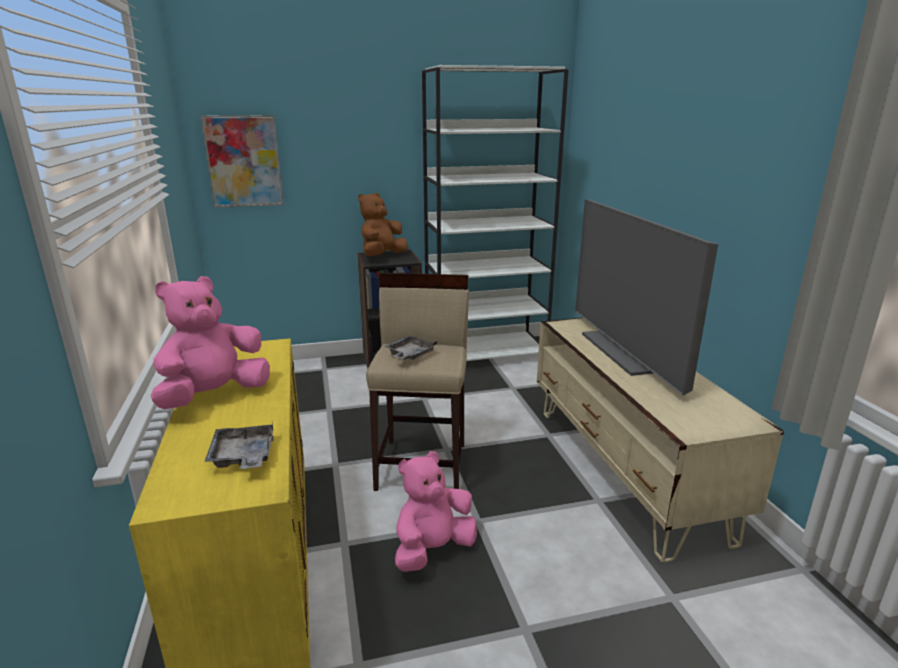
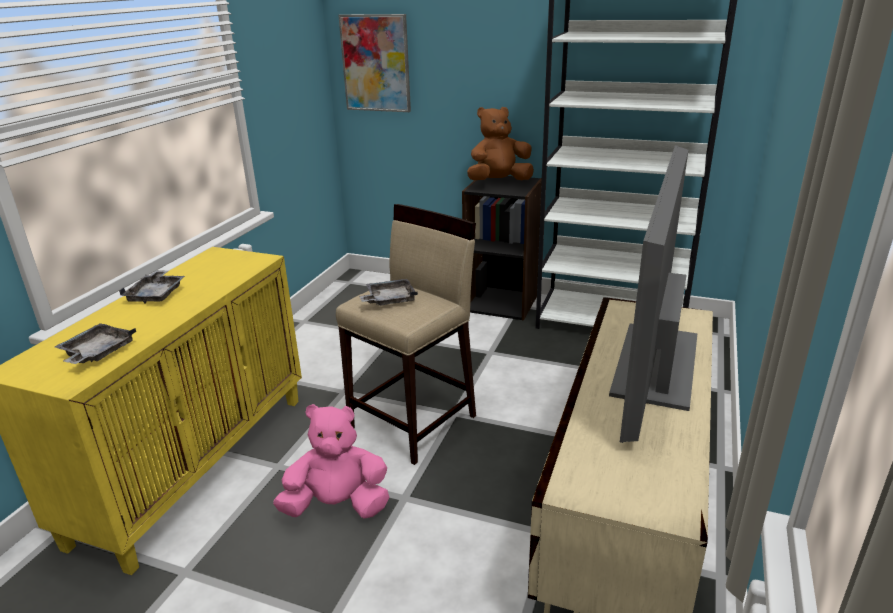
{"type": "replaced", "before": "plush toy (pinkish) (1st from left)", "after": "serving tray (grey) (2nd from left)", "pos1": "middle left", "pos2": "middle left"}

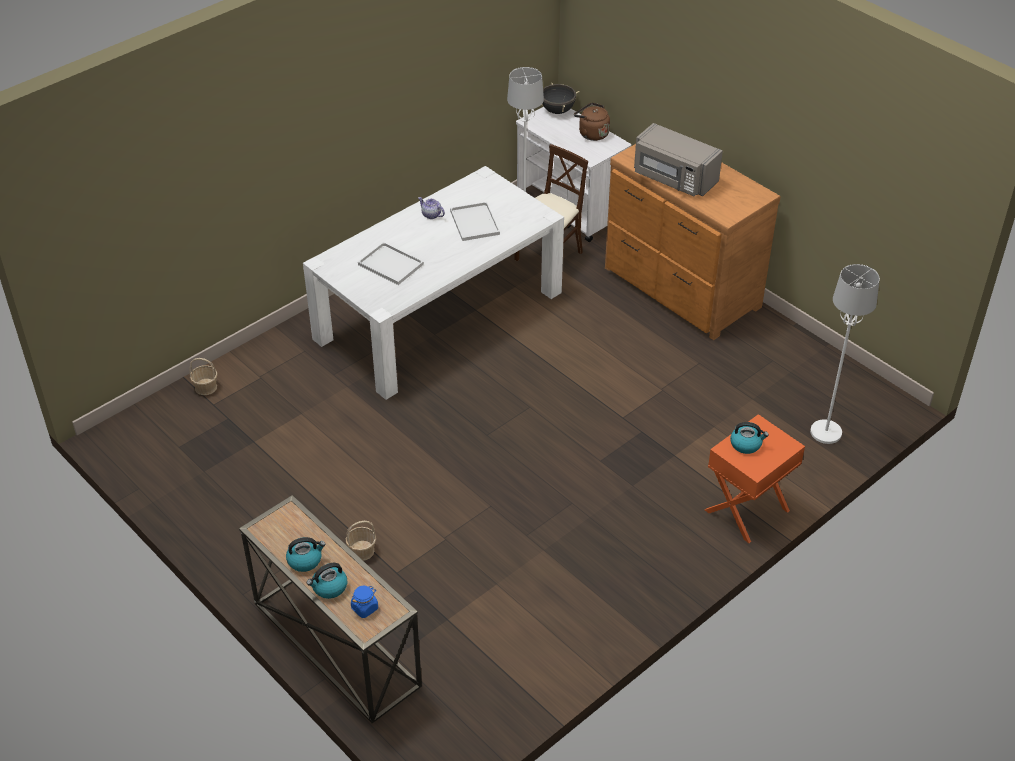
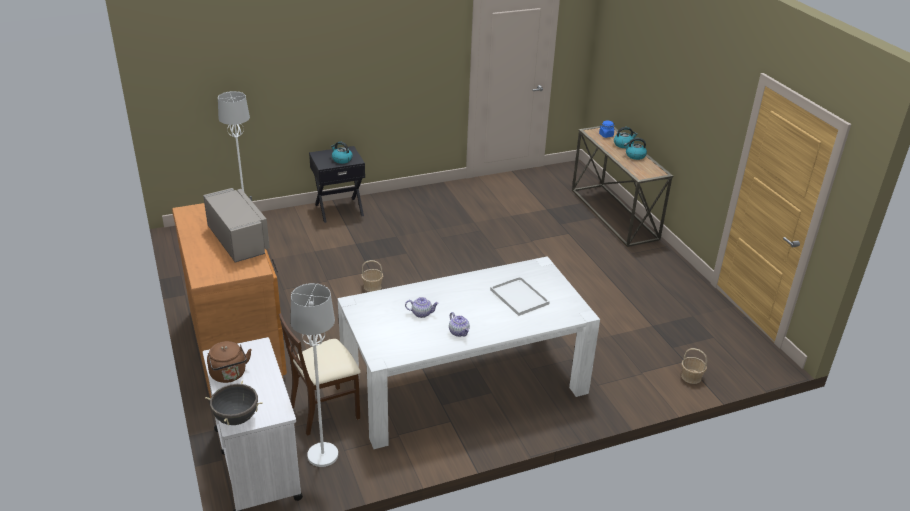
{"type": "replaced", "before": "serving tray (white) (2nd from left)", "after": "pot for tea (1st from left)", "pos1": "top centre", "pos2": "centre"}
{"type": "recoloured", "before": "night table (orange-coloured)", "after": "night table (black-coloured)", "pos1": "middle right", "pos2": "centre"}
{"type": "moved", "before": "basket (2nd from left in the first image)", "after": "basket (1st from left)", "pos1": "bottom centre", "pos2": "centre"}

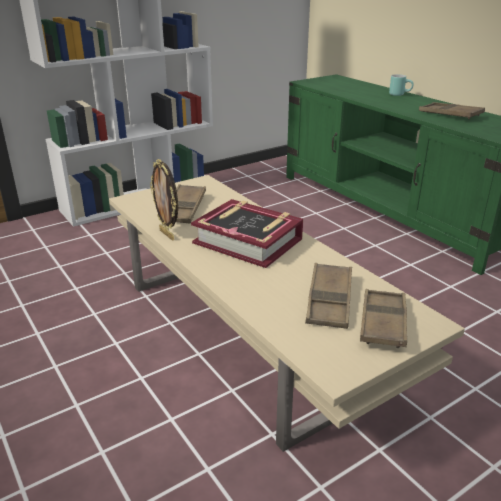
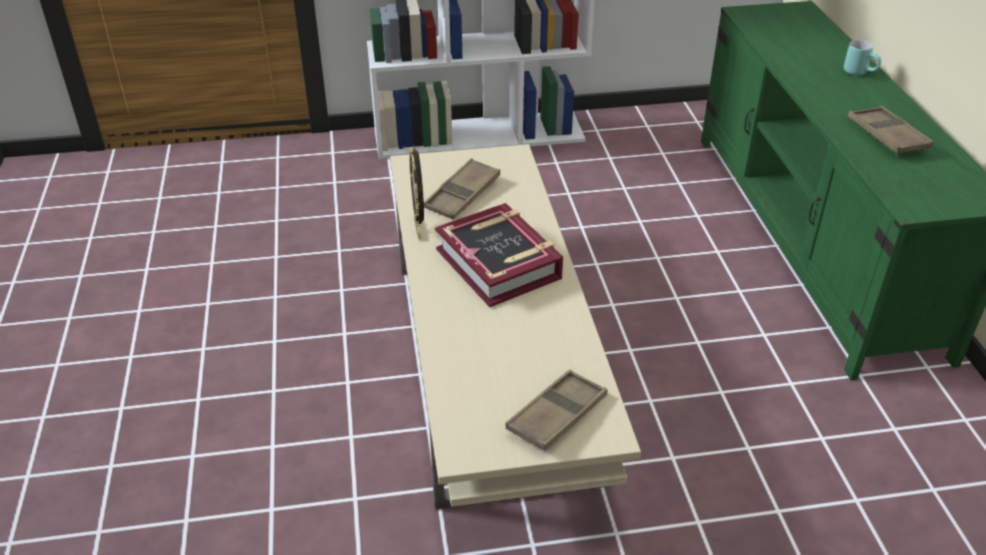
{"type": "removed", "before": "serving tray (brown) (2nd from left)", "pos1": "centre"}

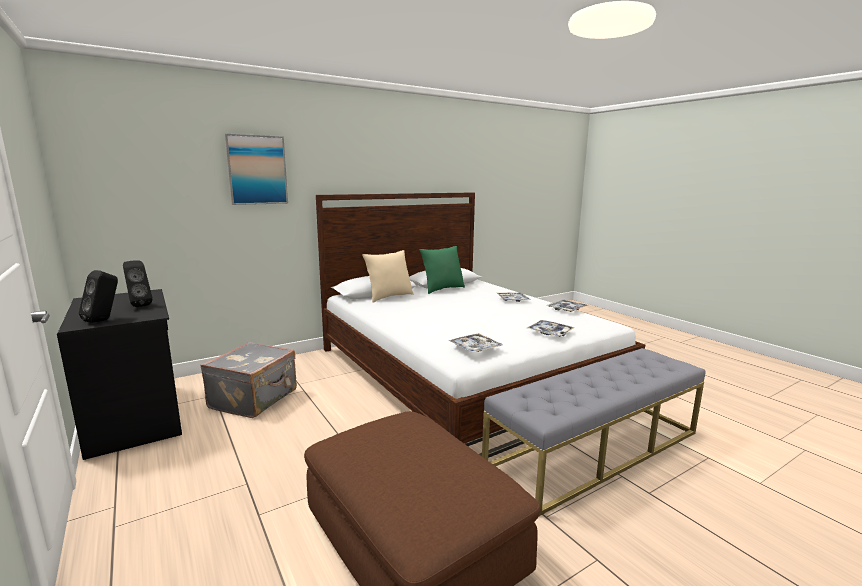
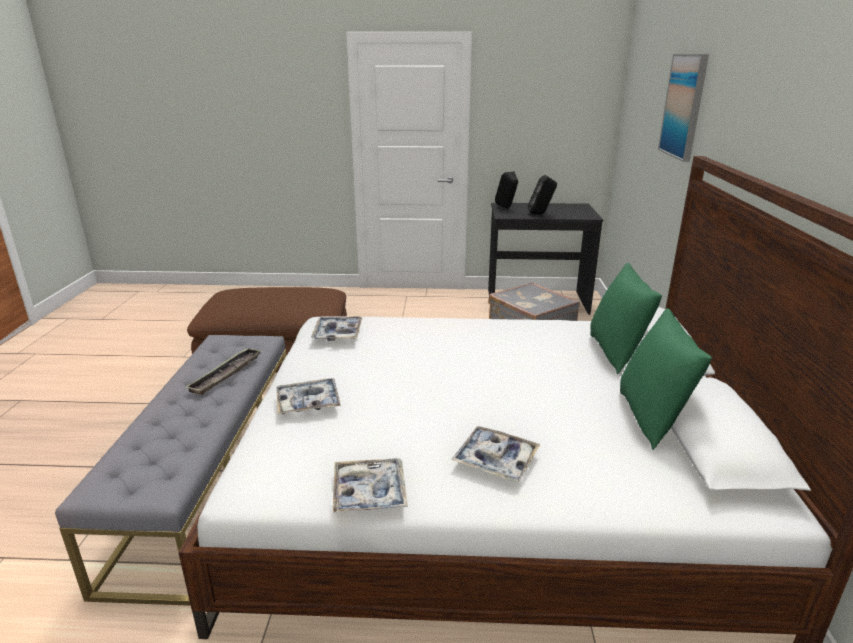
{"type": "recoloured", "before": "pillow (beige)", "after": "pillow (green-coloured) (1st from left)", "pos1": "centre", "pos2": "middle right"}
{"type": "added", "after": "serving tray (1st from left)", "pos2": "middle left"}

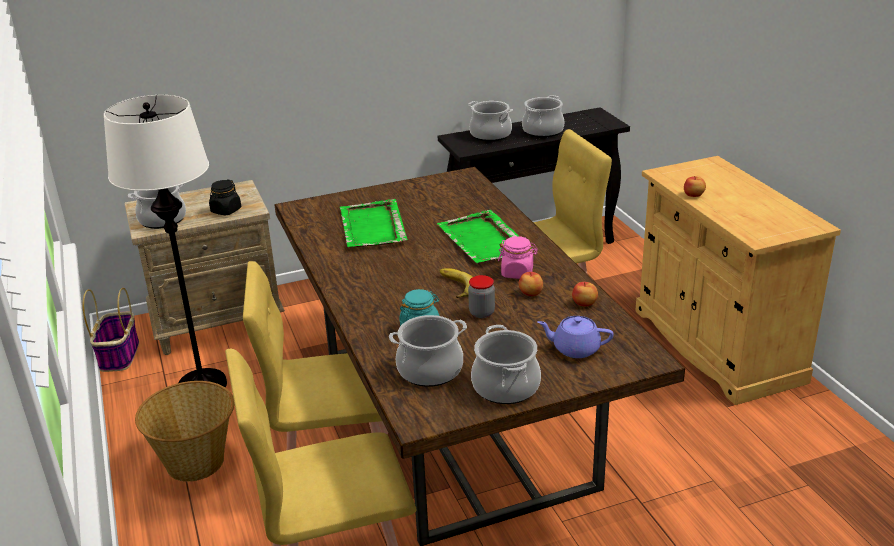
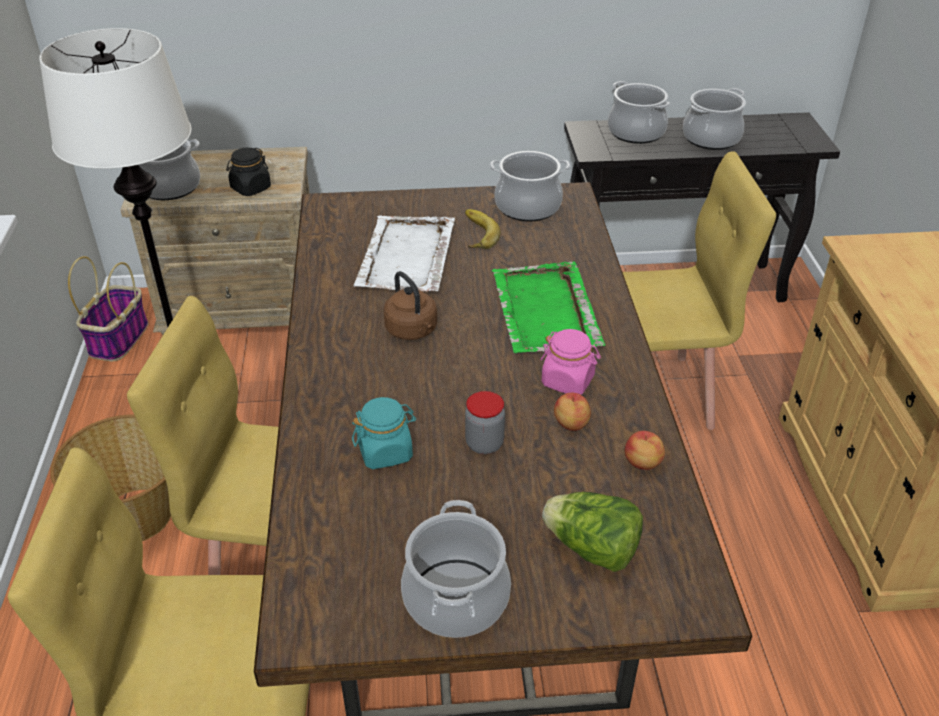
{"type": "removed", "before": "apple (3rd from left)", "pos1": "middle right"}
{"type": "recoloured", "before": "serving tray (green-coloured) (1st from left)", "after": "serving tray (white)", "pos1": "centre", "pos2": "centre"}
{"type": "moved", "before": "whole banana", "pos1": "centre", "pos2": "top centre"}
{"type": "moved", "before": "stockpot (2nd from left in the first image)", "after": "stockpot (3rd from left)", "pos1": "centre", "pos2": "top centre"}
{"type": "replaced", "before": "pot for tea (purple-coloured)", "after": "lettuce head", "pos1": "centre", "pos2": "bottom centre"}
{"type": "added", "after": "kettle (brown)", "pos2": "centre"}

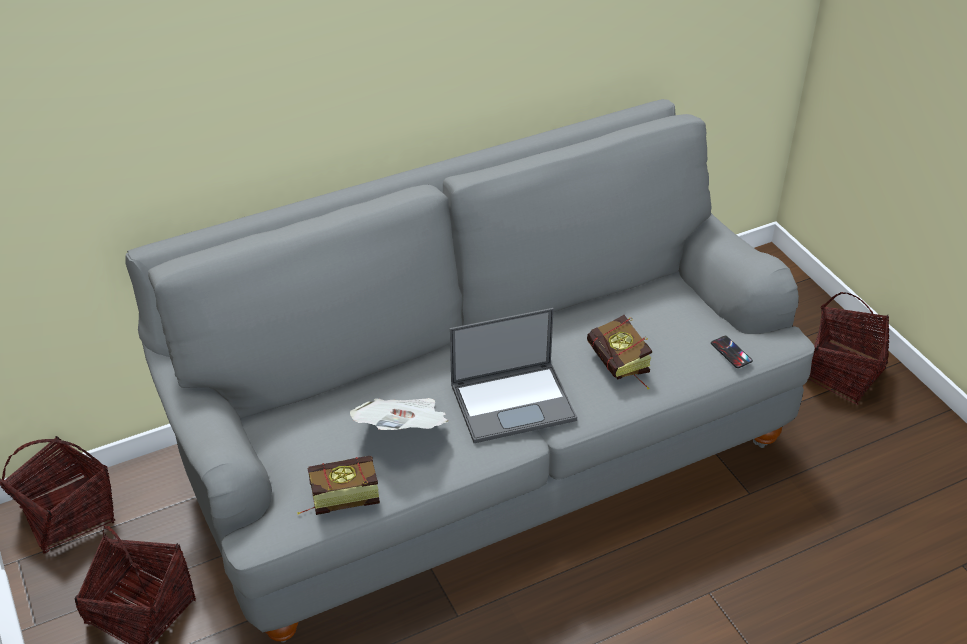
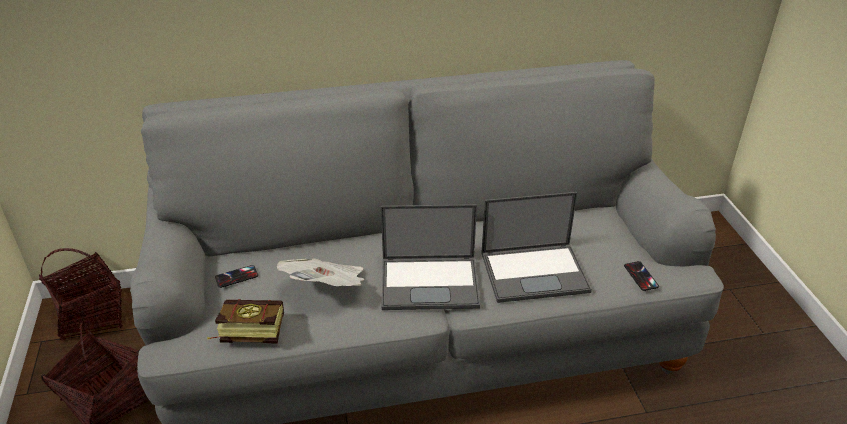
{"type": "removed", "before": "basket (3rd from left)", "pos1": "middle right"}
{"type": "replaced", "before": "bound book (2nd from left)", "after": "notebook computer (2nd from left)", "pos1": "centre", "pos2": "centre"}
{"type": "added", "after": "phone (1st from left)", "pos2": "middle left"}

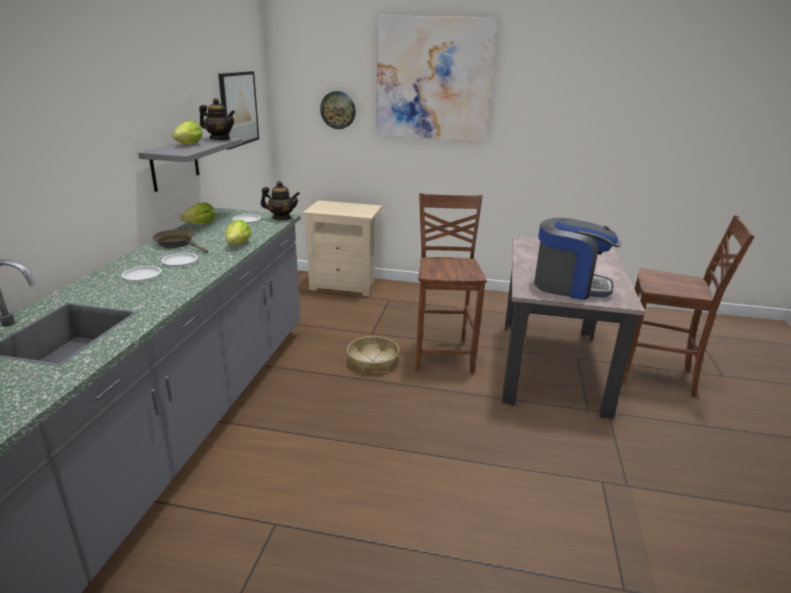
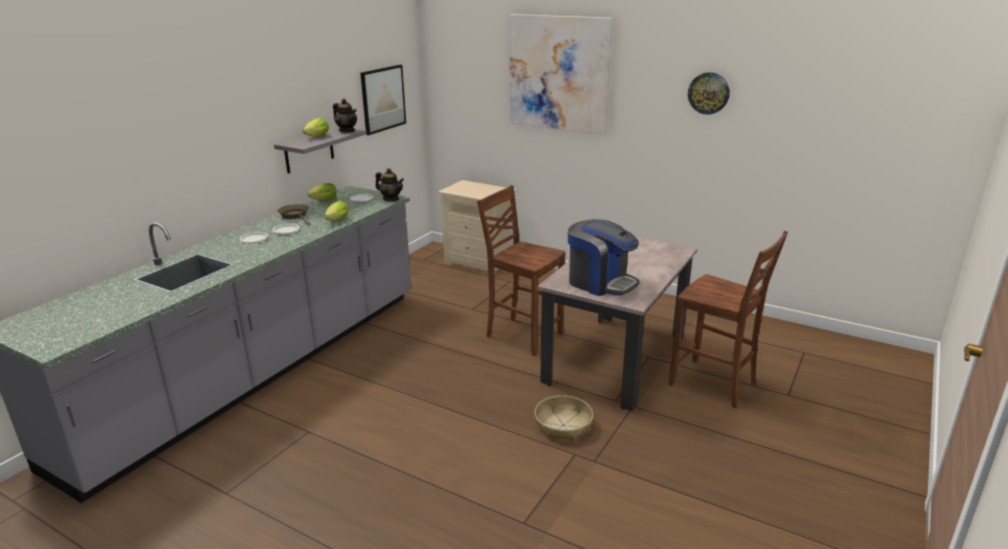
{"type": "moved", "before": "hanging clock", "pos1": "top centre", "pos2": "top right"}
{"type": "turned", "before": "plain chair (brown) (1st from left)", "pos1": "centre", "pos2": "centre", "turn": -75}
{"type": "moved", "before": "basket", "pos1": "centre", "pos2": "bottom centre"}

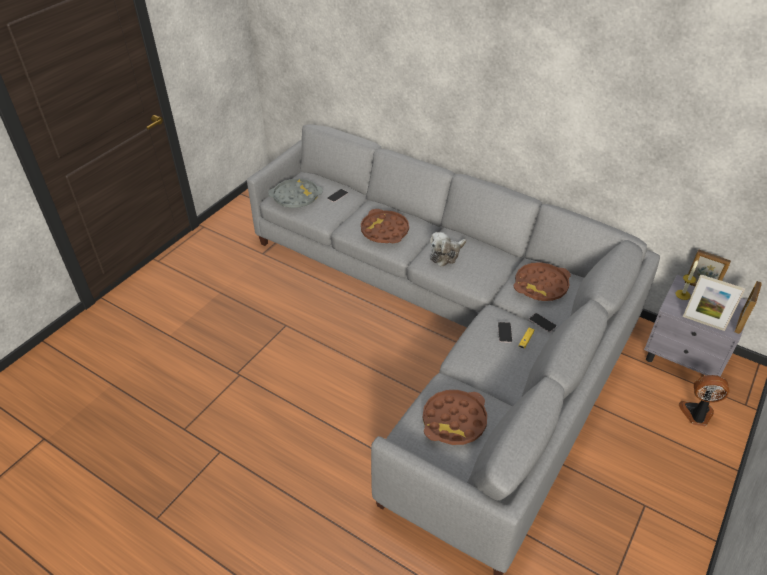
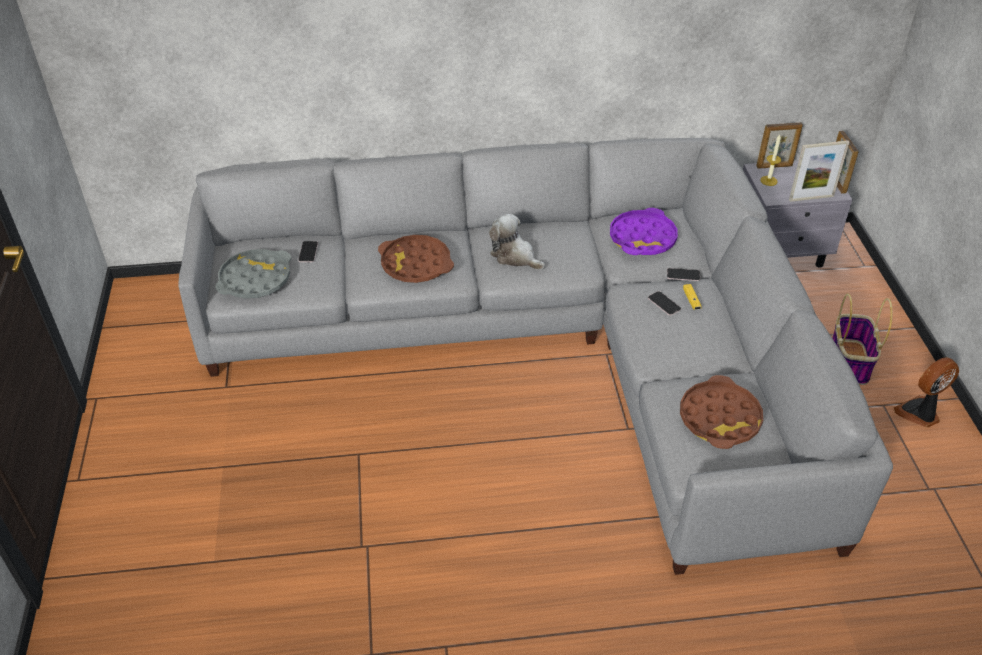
{"type": "turned", "before": "plush toy", "pos1": "centre", "pos2": "centre", "turn": 120}
{"type": "recoloured", "before": "serving tray (brown) (3rd from left)", "after": "serving tray (purple-coloured)", "pos1": "middle right", "pos2": "centre"}
{"type": "moved", "before": "electric fan", "pos1": "bottom right", "pos2": "middle right"}
{"type": "added", "after": "basket", "pos2": "middle right"}

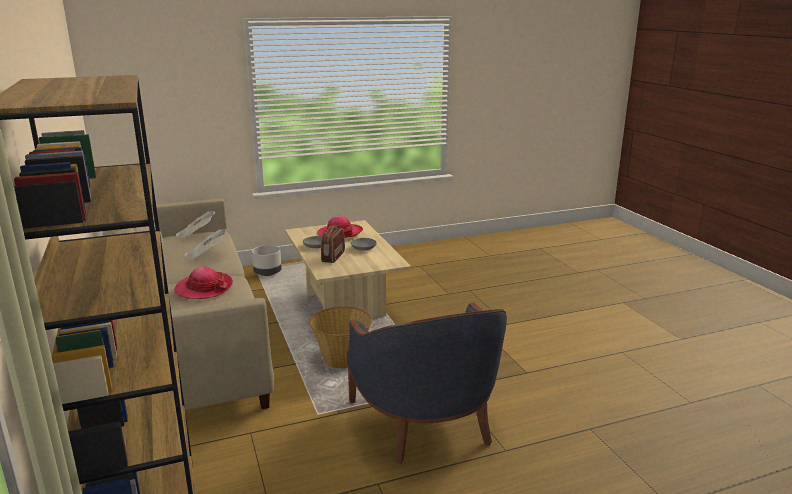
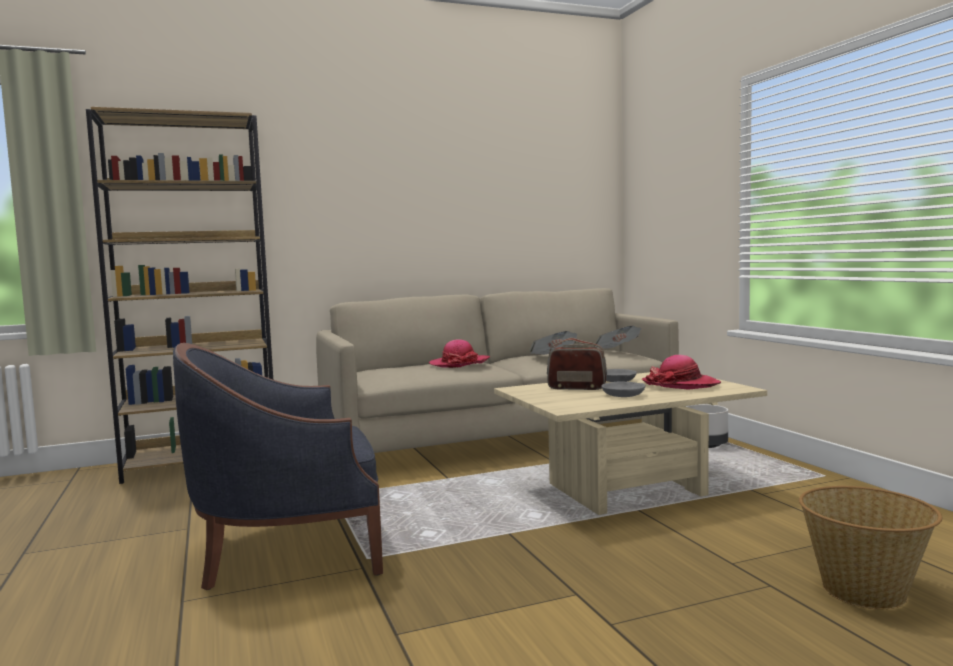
{"type": "moved", "before": "basket", "pos1": "bottom centre", "pos2": "bottom right"}

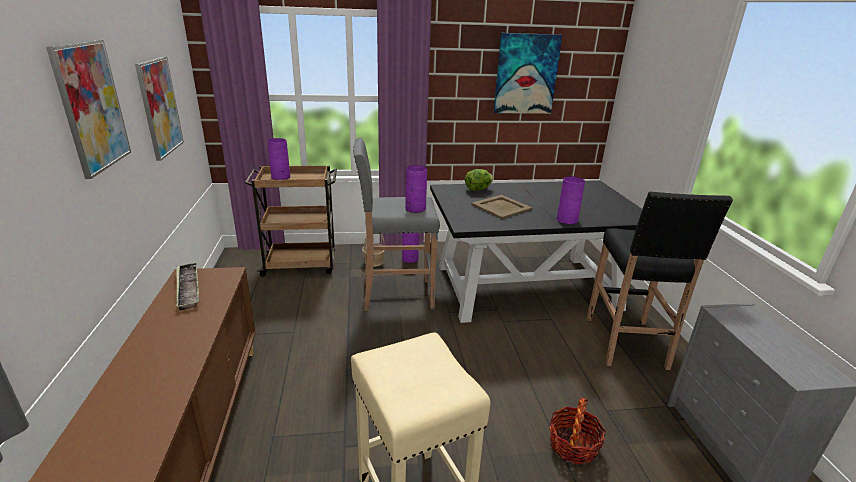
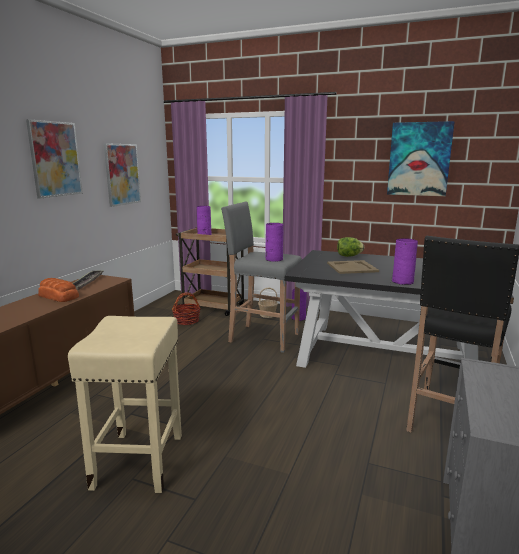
{"type": "moved", "before": "basket (2nd from left in the first image)", "after": "basket (1st from left)", "pos1": "bottom right", "pos2": "centre"}
{"type": "added", "after": "bakery bread", "pos2": "middle left"}

